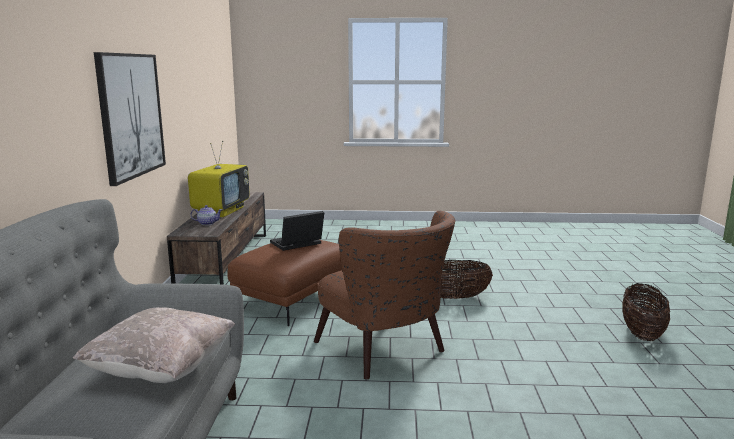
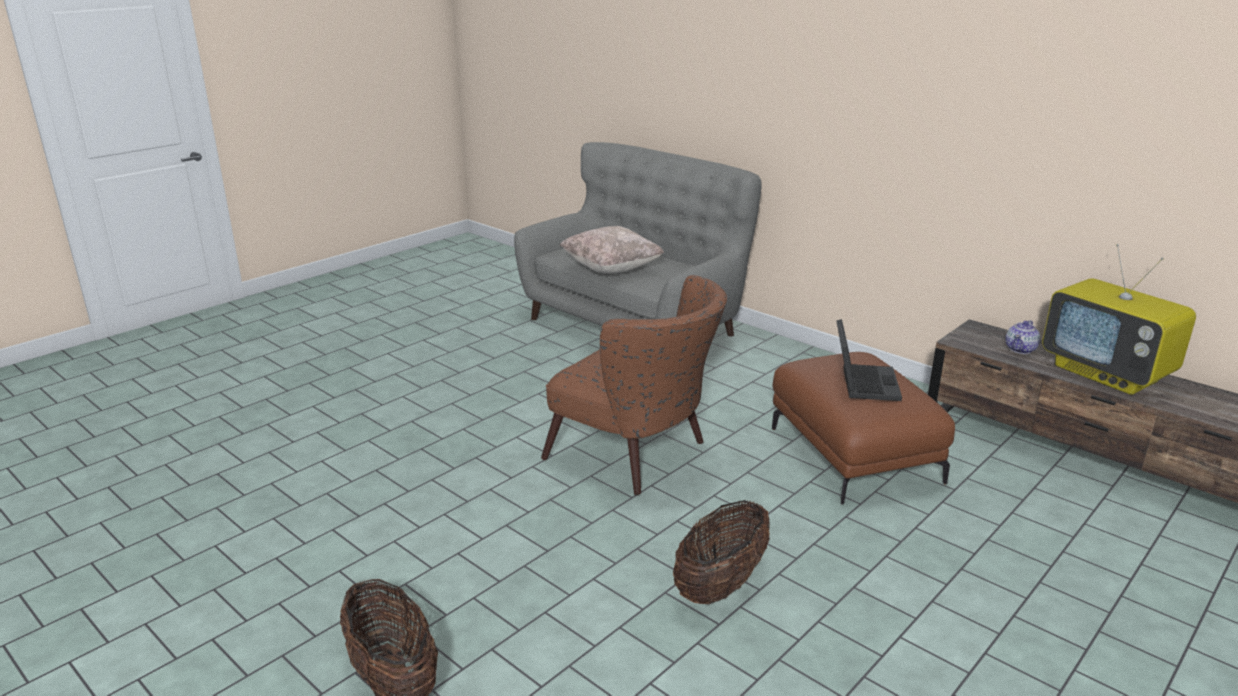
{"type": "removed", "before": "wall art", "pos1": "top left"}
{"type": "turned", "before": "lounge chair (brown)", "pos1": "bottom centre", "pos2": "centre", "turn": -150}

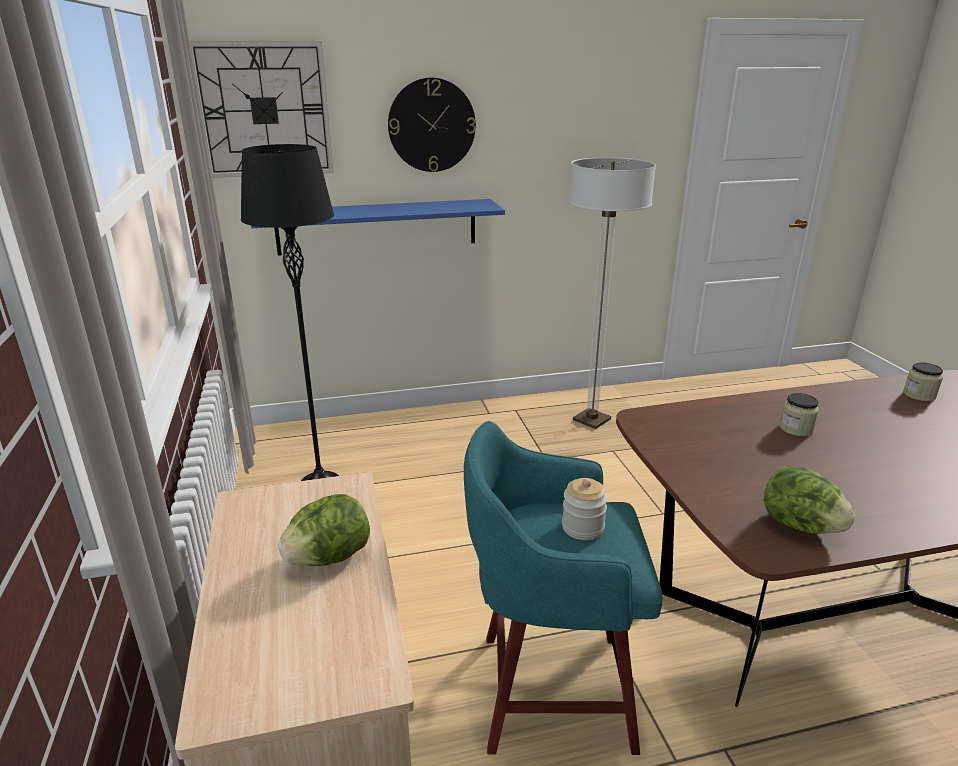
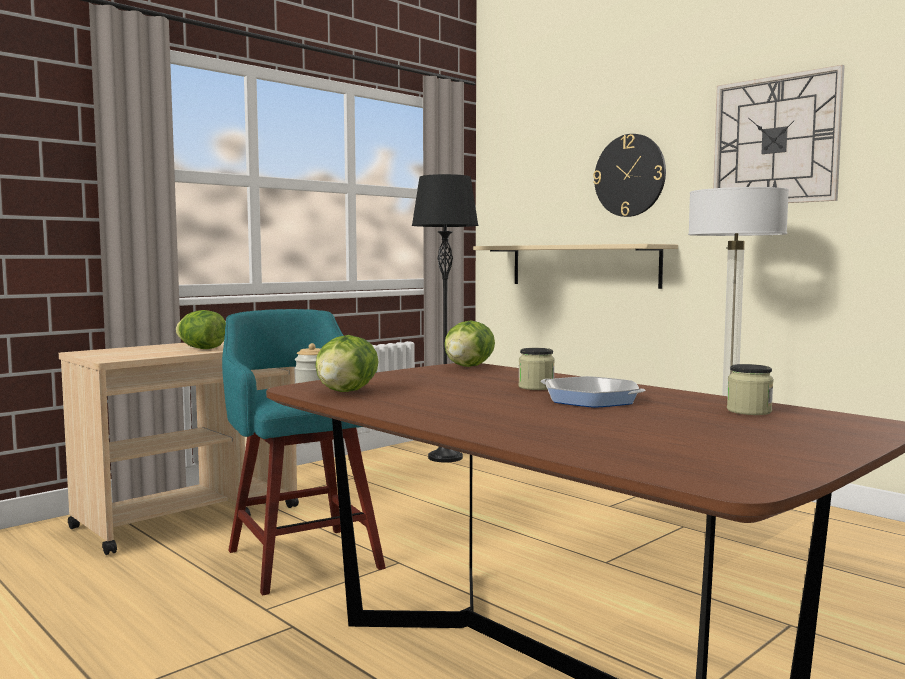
{"type": "moved", "before": "hanging clock (1st from left in the first image)", "after": "hanging clock (2nd from left)", "pos1": "top left", "pos2": "top right"}
{"type": "recoloured", "before": "shelf (blue)", "after": "shelf (beige)", "pos1": "top centre", "pos2": "centre"}
{"type": "added", "after": "lettuce head (3rd from left)", "pos2": "centre"}
{"type": "added", "after": "frying pan", "pos2": "centre"}

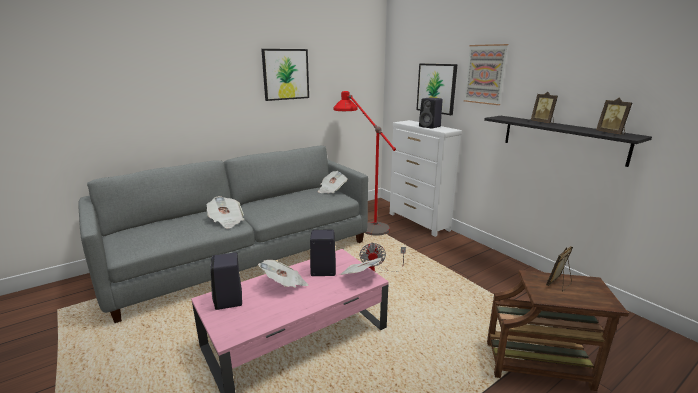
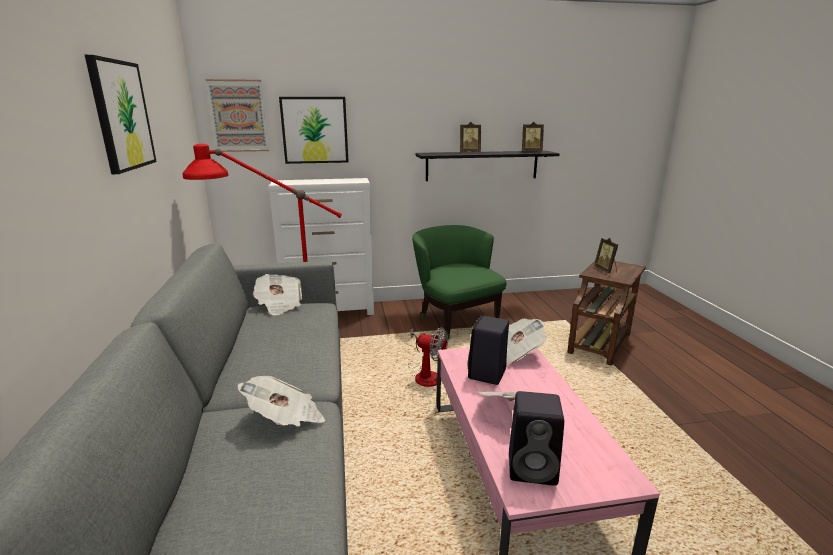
{"type": "moved", "before": "wall art (3rd from left in the first image)", "after": "wall art (2nd from left)", "pos1": "top right", "pos2": "top left"}
{"type": "removed", "before": "speaker (black-coloured) (3rd from left)", "pos1": "top centre"}
{"type": "added", "after": "lounge chair (green-coloured)", "pos2": "centre"}

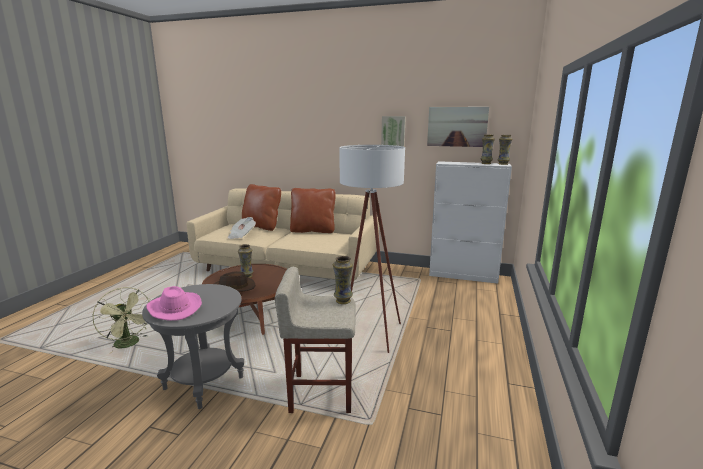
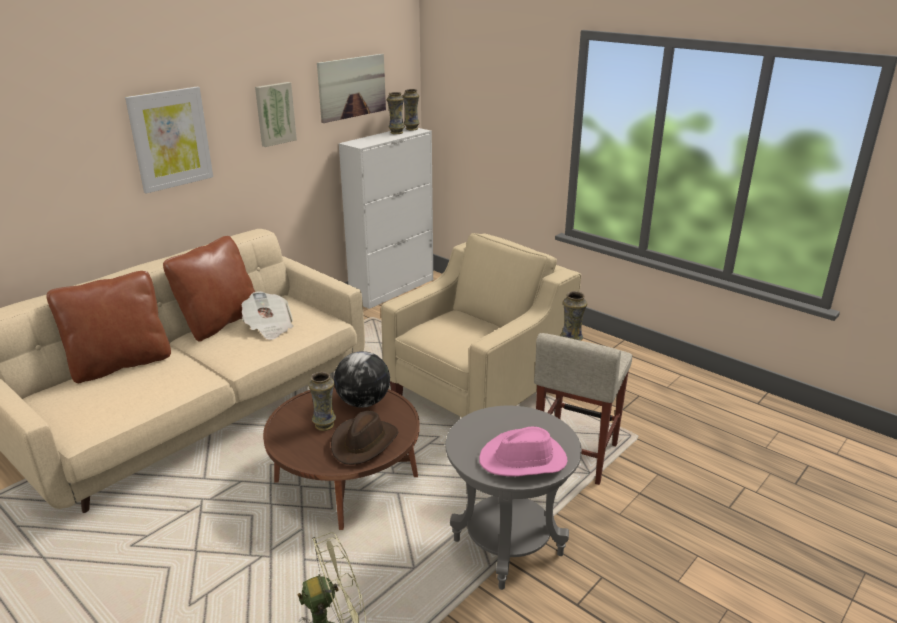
{"type": "replaced", "before": "standing lamp (white)", "after": "lounge chair (beige)", "pos1": "centre", "pos2": "centre"}
{"type": "moved", "before": "newspaper", "pos1": "centre", "pos2": "middle left"}
{"type": "added", "after": "wall art (1st from left)", "pos2": "top left"}
{"type": "added", "after": "globe", "pos2": "centre"}

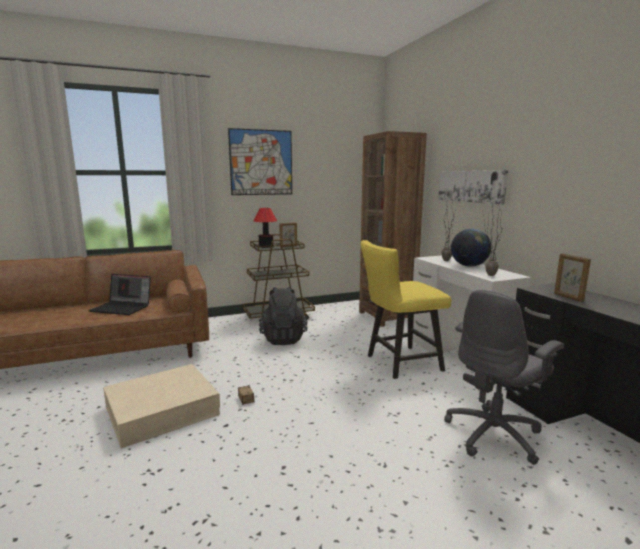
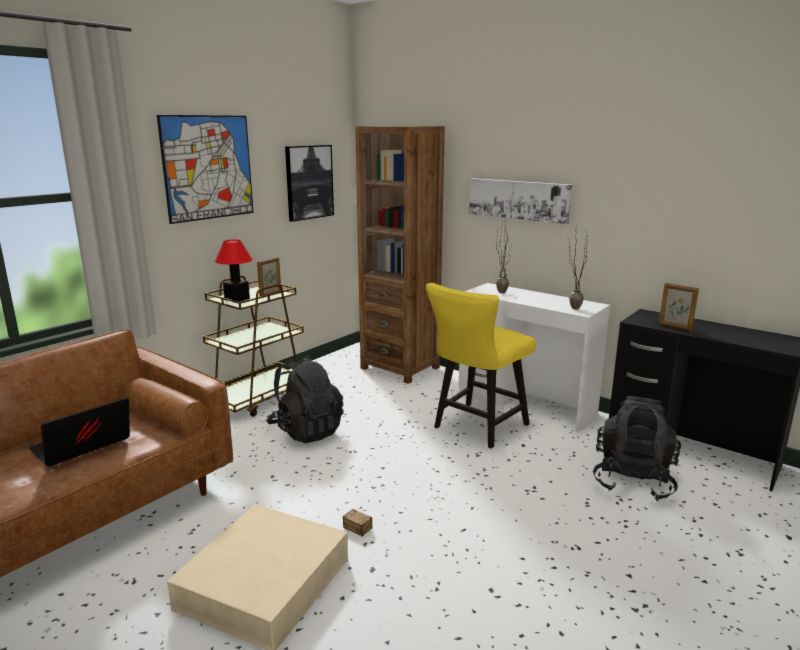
{"type": "removed", "before": "globe", "pos1": "middle right"}
{"type": "turned", "before": "notebook computer", "pos1": "middle left", "pos2": "middle left", "turn": 150}
{"type": "replaced", "before": "office chair (grey)", "after": "knapsack (black-coloured) (2nd from left)", "pos1": "bottom right", "pos2": "bottom right"}
{"type": "added", "after": "wall art (2nd from left)", "pos2": "top centre"}

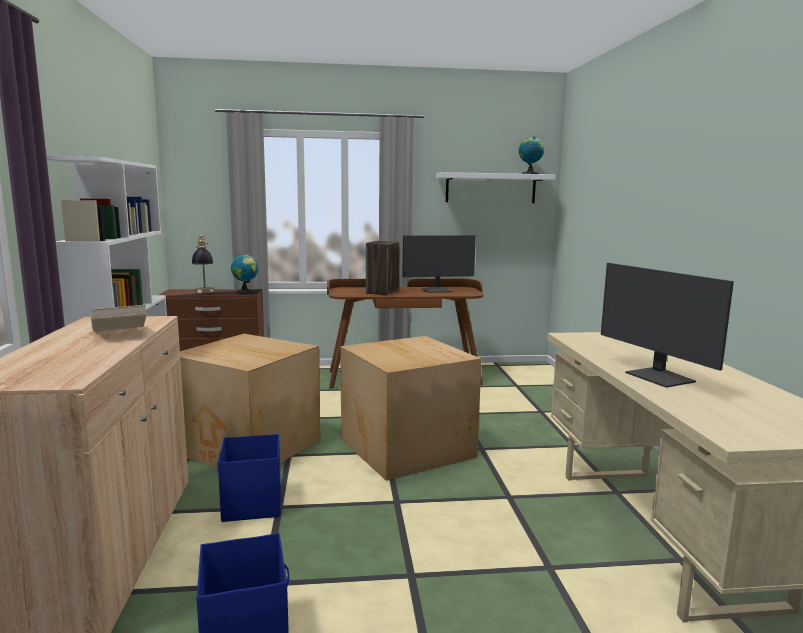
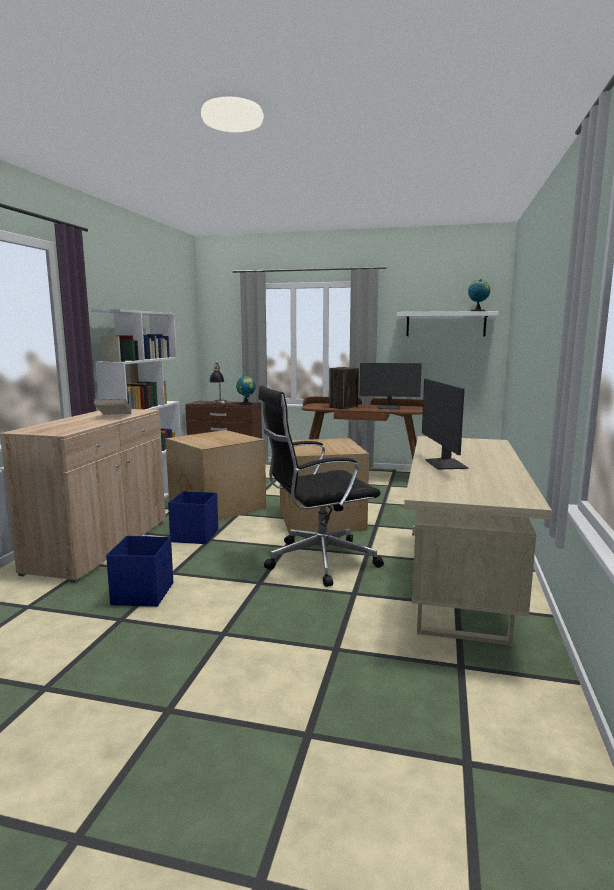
{"type": "added", "after": "office chair (black-coloured)", "pos2": "centre"}

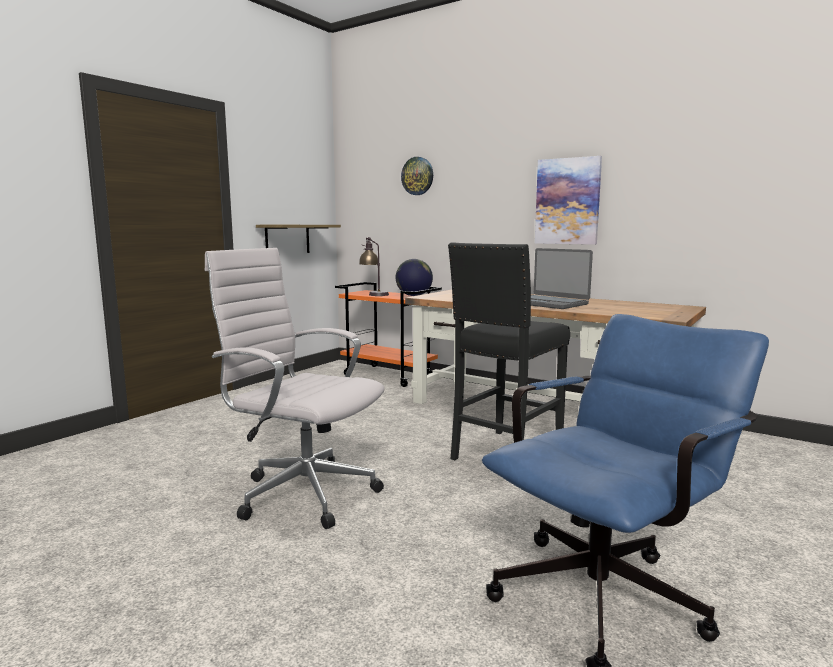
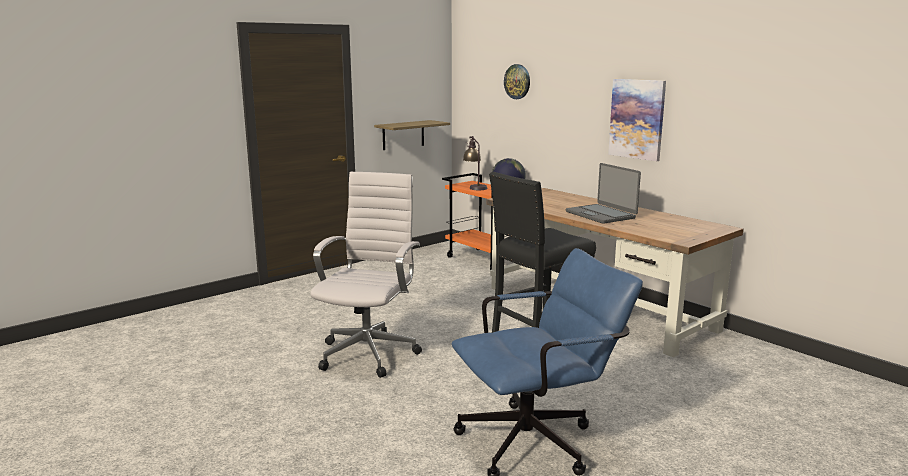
{"type": "turned", "before": "office chair (white)", "pos1": "centre", "pos2": "centre", "turn": 60}

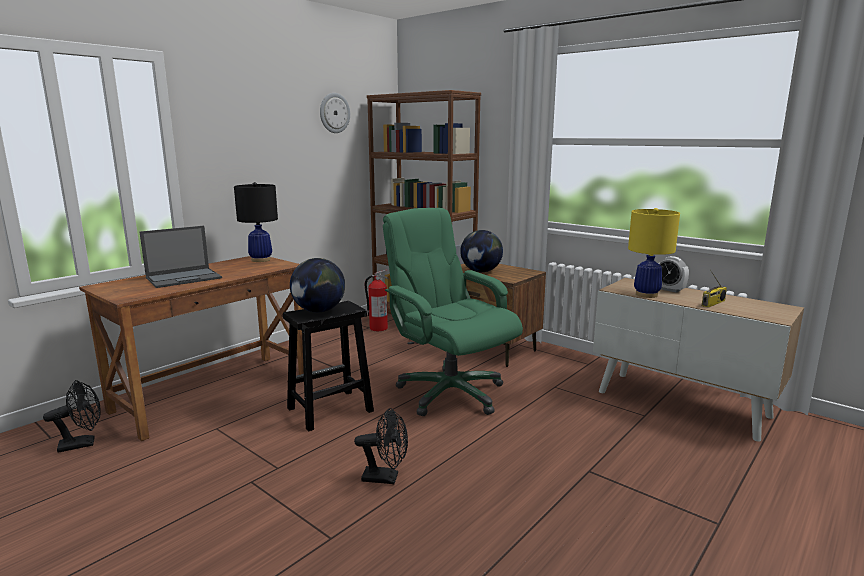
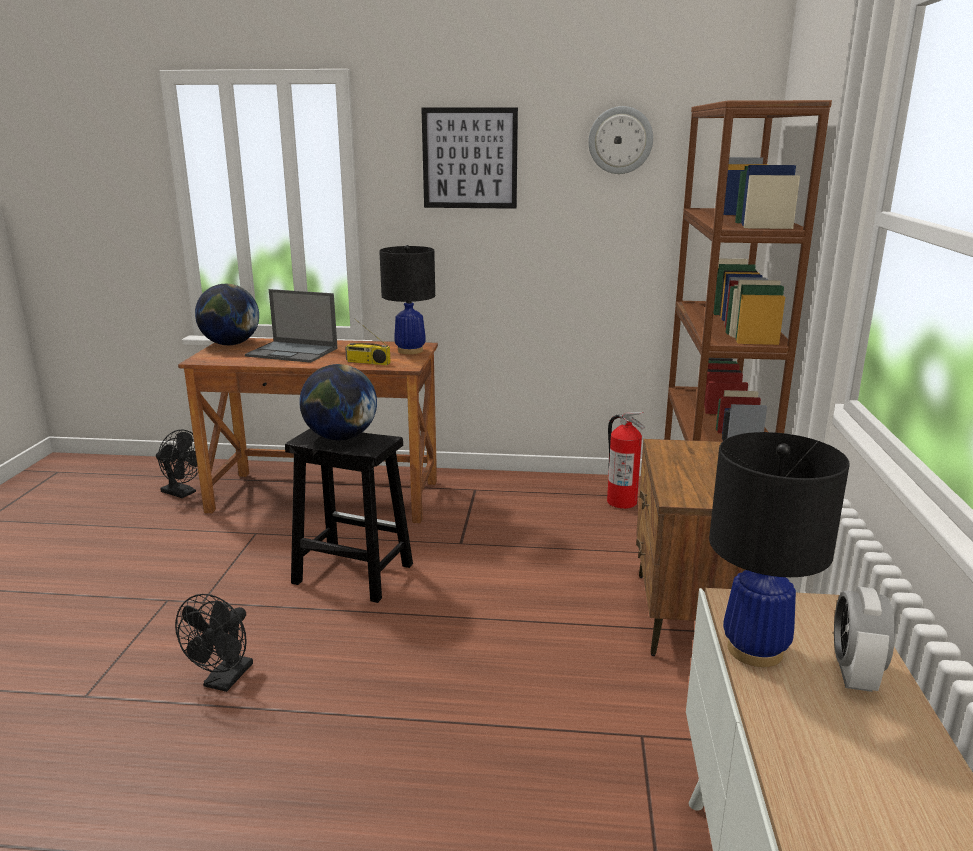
{"type": "removed", "before": "office chair (green-coloured)", "pos1": "centre"}
{"type": "recoloured", "before": "tabletop lamp (yellow-coloured)", "after": "tabletop lamp (black-coloured) (2nd from left)", "pos1": "middle right", "pos2": "middle right"}
{"type": "moved", "before": "globe (2nd from left in the first image)", "after": "globe (1st from left)", "pos1": "centre", "pos2": "middle left"}
{"type": "moved", "before": "radio set", "pos1": "middle right", "pos2": "centre"}
{"type": "turned", "before": "electric fan (black-coloured) (2nd from left)", "pos1": "bottom centre", "pos2": "bottom left", "turn": 45}
{"type": "added", "after": "wall art", "pos2": "top centre"}

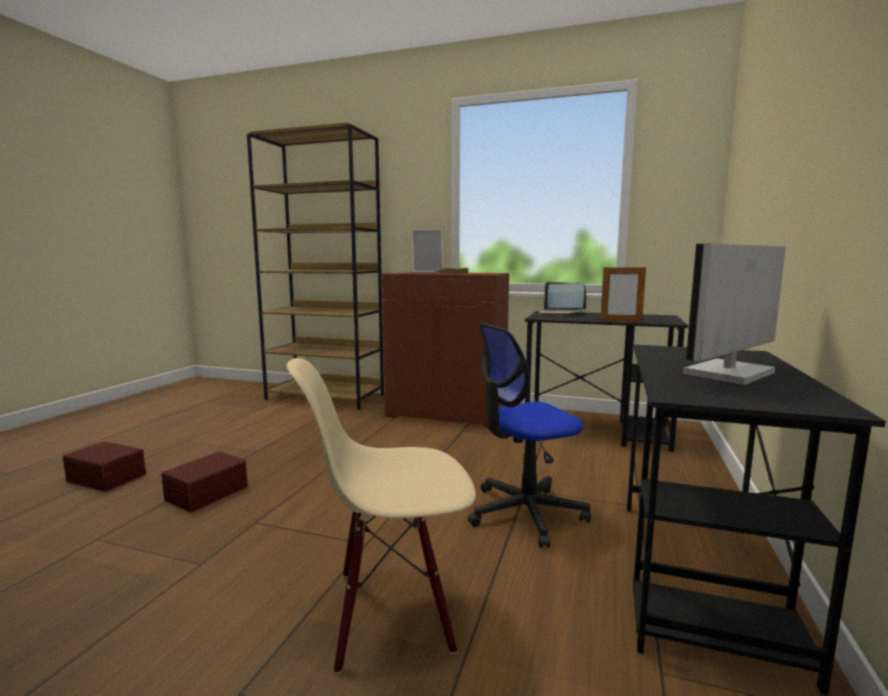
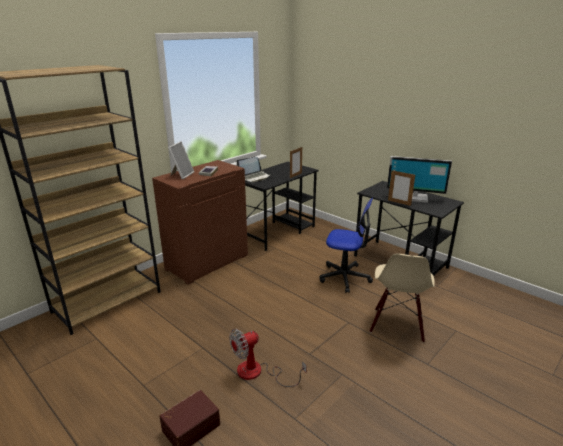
{"type": "turned", "before": "monitor", "pos1": "middle right", "pos2": "middle right", "turn": -60}
{"type": "turned", "before": "office chair", "pos1": "centre", "pos2": "centre", "turn": -75}
{"type": "replaced", "before": "storage bin (brown) (2nd from left)", "after": "electric fan", "pos1": "bottom left", "pos2": "bottom centre"}
{"type": "added", "after": "photo frame (3rd from left)", "pos2": "middle right"}

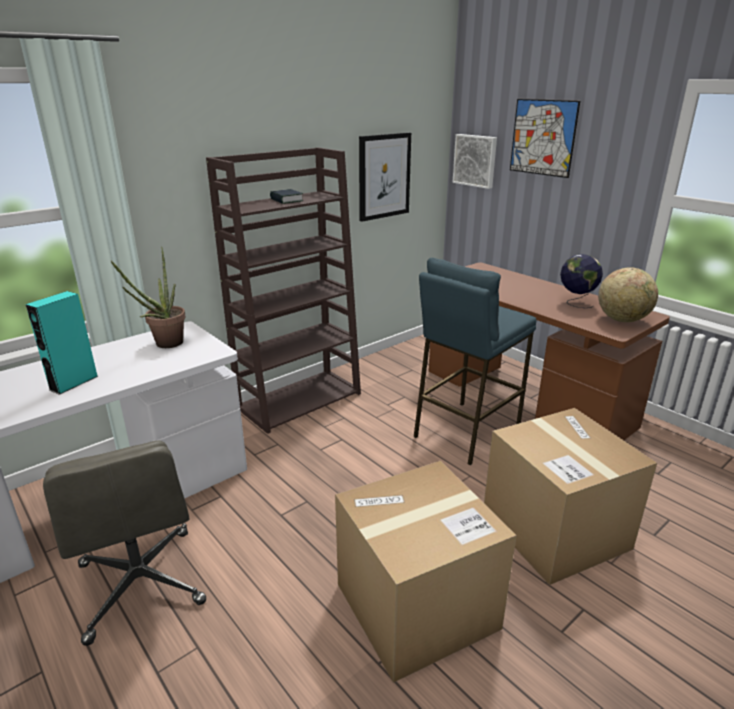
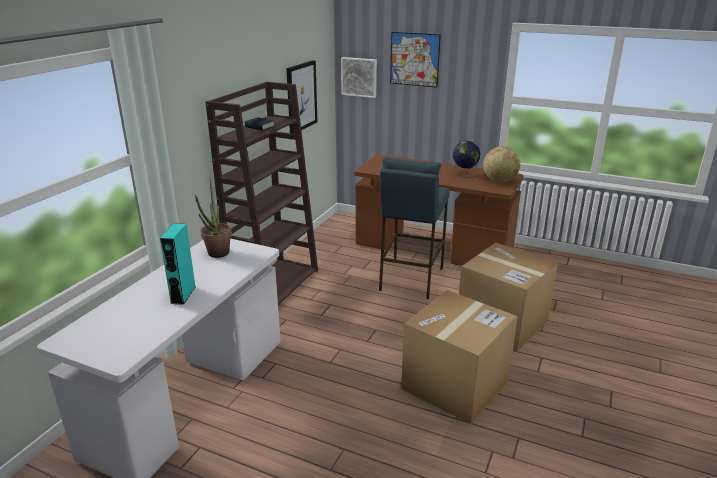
{"type": "removed", "before": "office chair (grey)", "pos1": "bottom left"}

